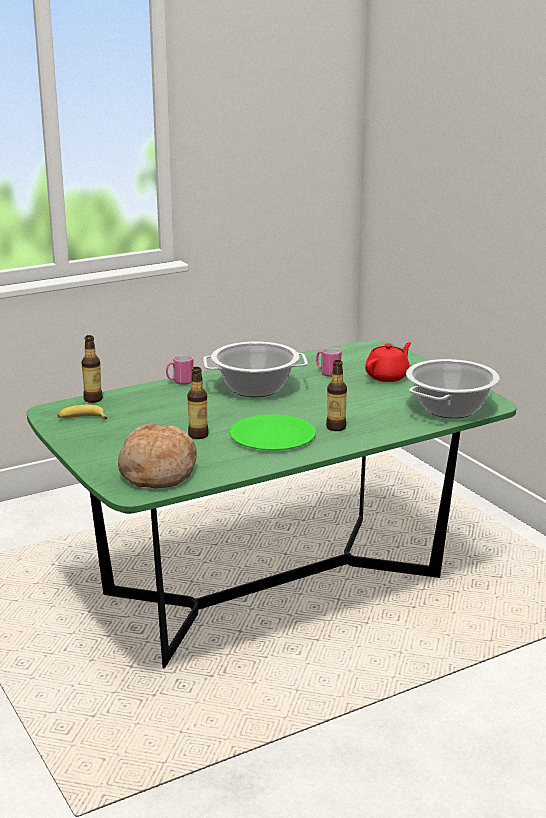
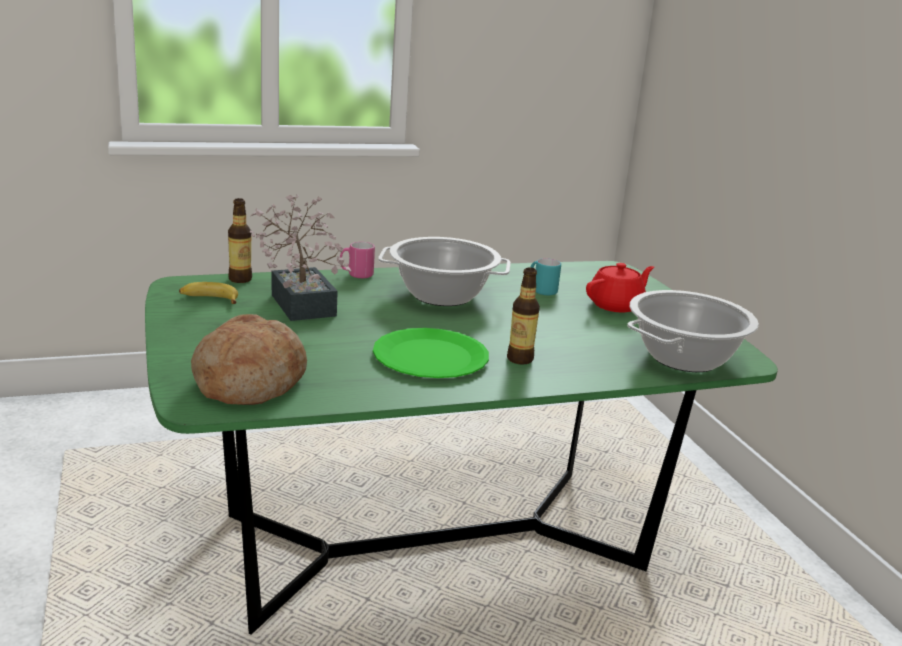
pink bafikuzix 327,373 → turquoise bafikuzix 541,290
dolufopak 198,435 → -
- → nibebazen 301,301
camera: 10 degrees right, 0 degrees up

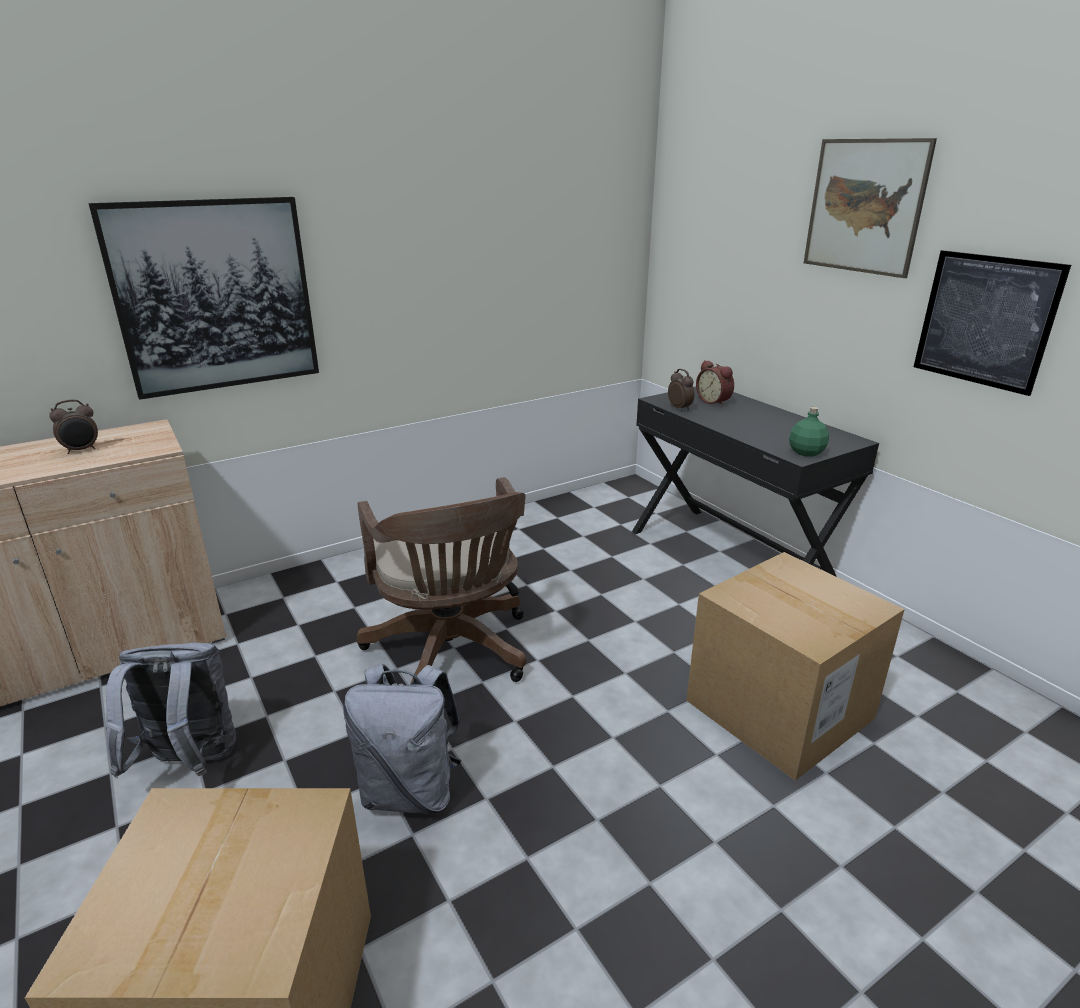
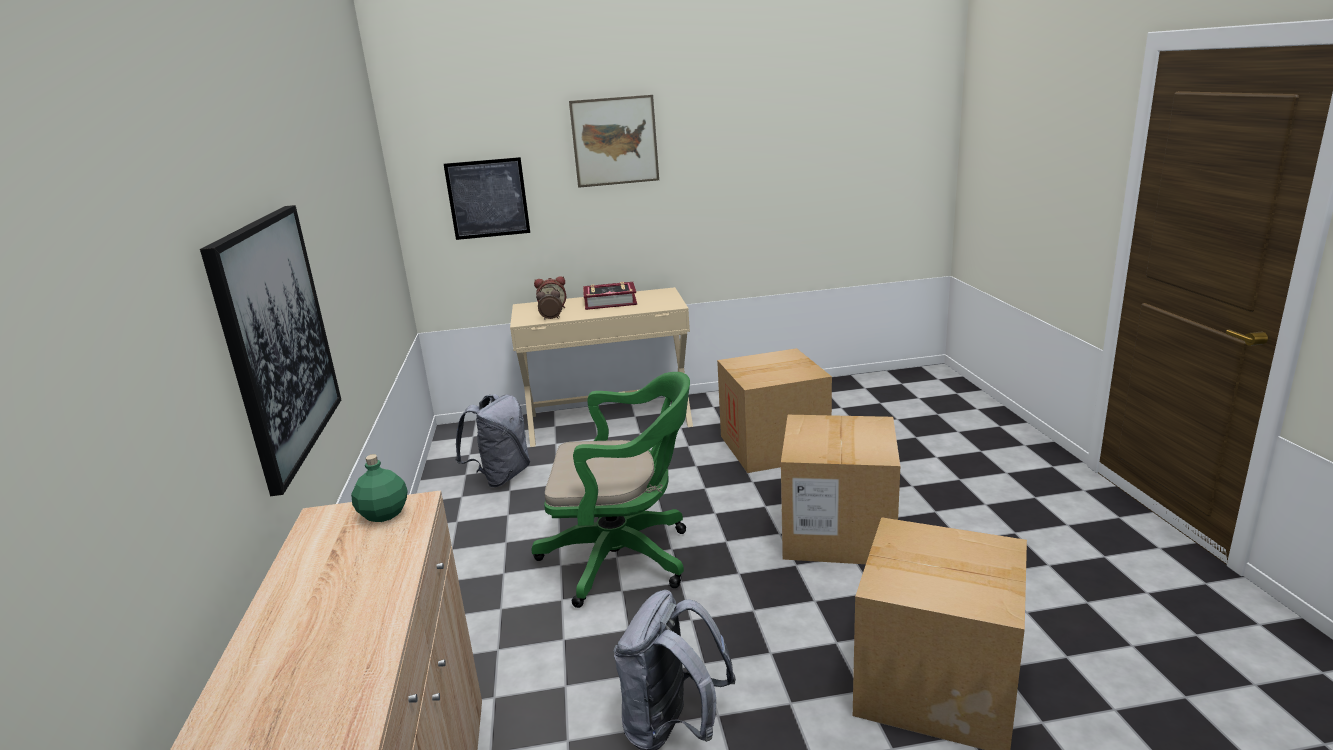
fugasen 985,320 → fugasen 488,198, shifted
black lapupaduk 731,559 → beige lapupaduk 609,420
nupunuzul 82,450 → -
green dolufopak 806,452 → green dolufopak 384,514, shifted
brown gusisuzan 452,654 → green gusisuzan 625,558
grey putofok 410,791 → grey putofok 501,476, shifted
- → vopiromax 610,302
- → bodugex 838,532
camera: 65 degrees left, 5 degrees down

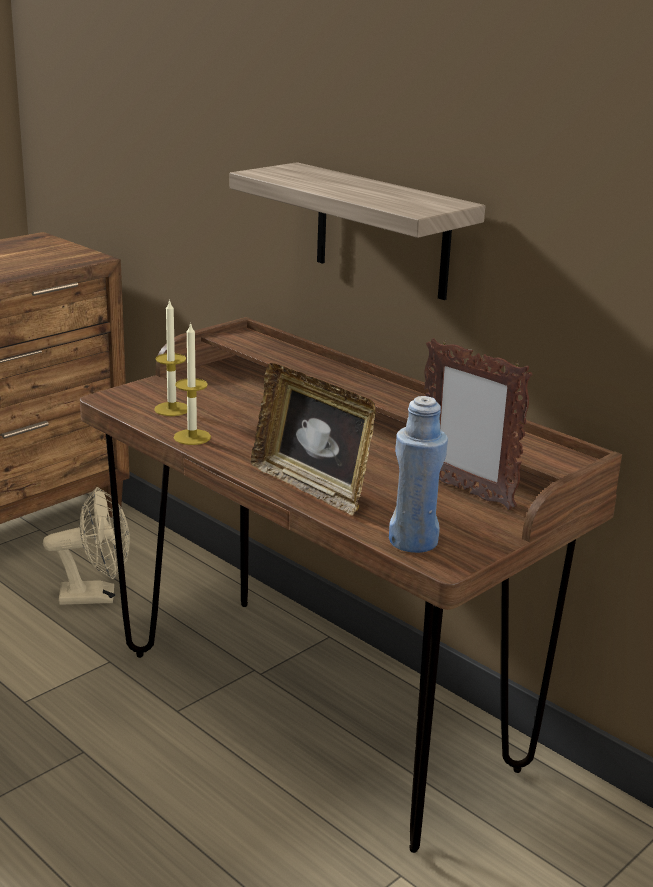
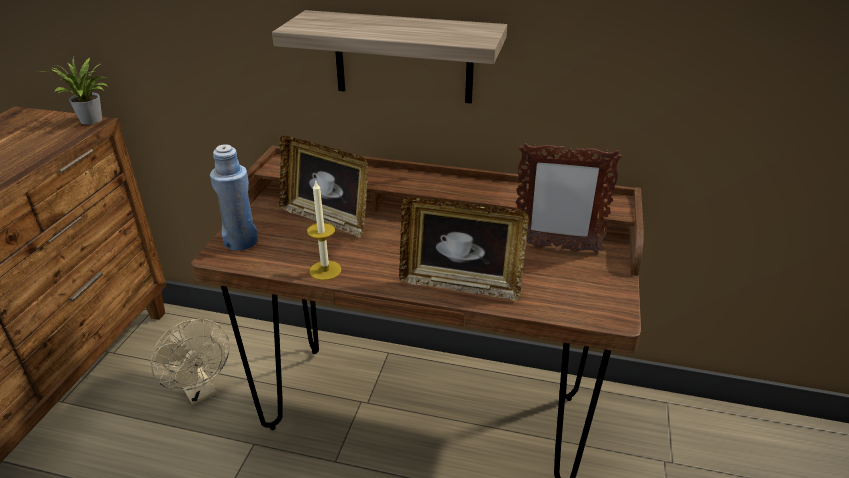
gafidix 172,409 → -
blue dolufopak 413,541 → blue dolufopak 241,241, shifted
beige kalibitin 97,596 → beige kalibitin 200,391, 90 degrees clockwise
- → nibebazen 92,121
- → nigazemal 326,218
camera: 30 degrees left, 10 degrees up

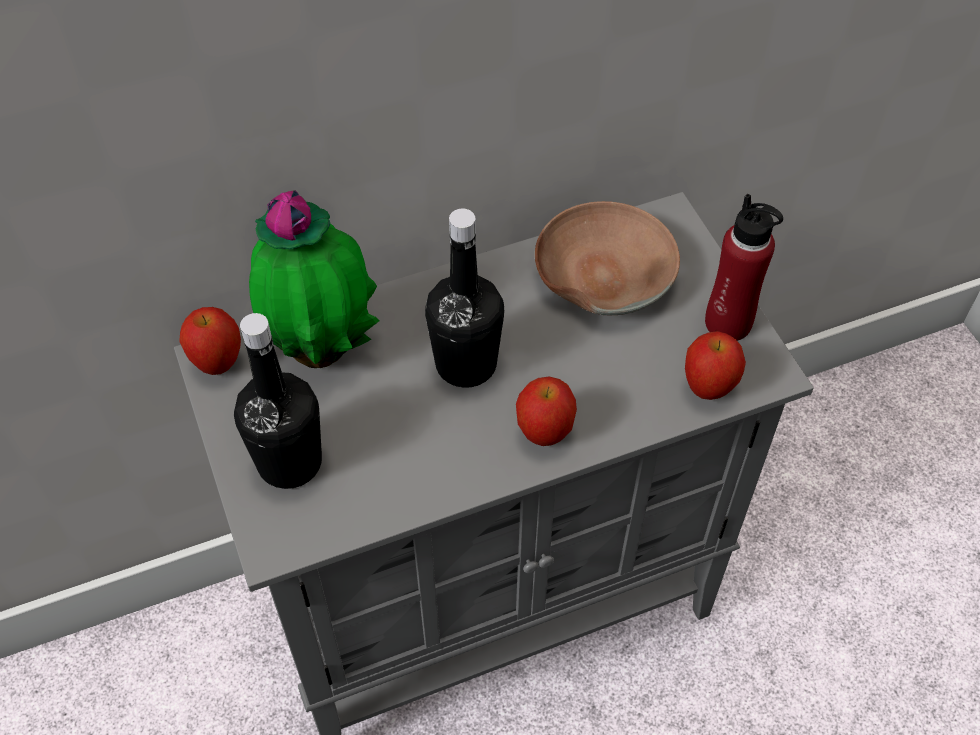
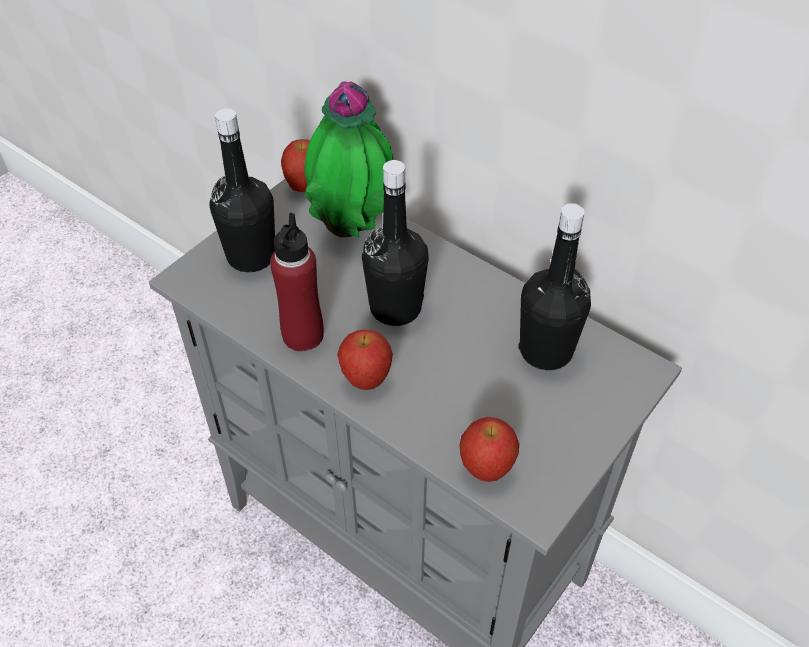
red dolufopak 728,323 → red dolufopak 302,335, shifted
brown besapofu 602,274 → black dolufopak 546,351
camera: 60 degrees right, 5 degrees down

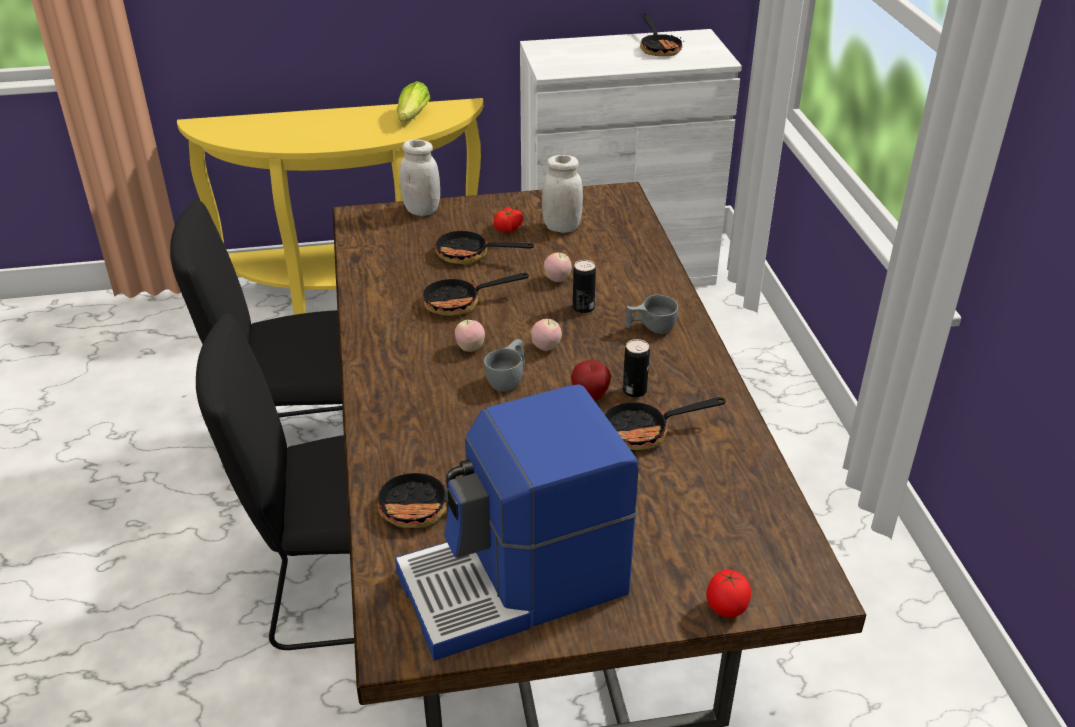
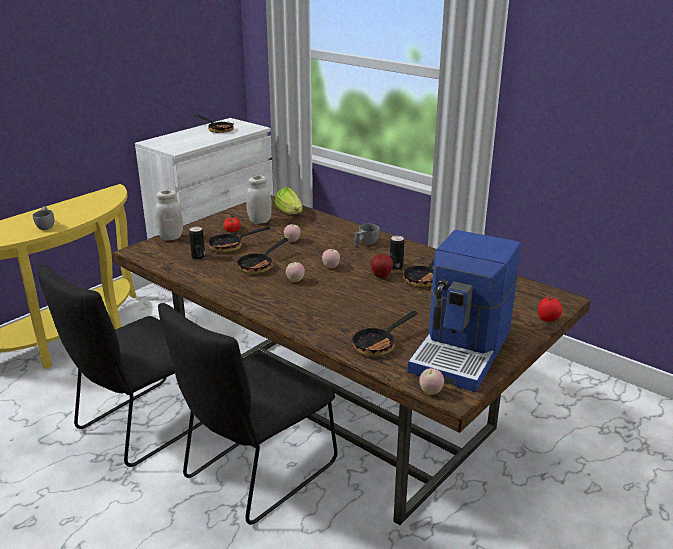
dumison 411,118 → dumison 290,212, shifted
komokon 583,308 → komokon 198,257, shifted
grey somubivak 509,379 → grey somubivak 46,226, shifted
- → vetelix 430,392
camera: 40 degrees left, 10 degrees down

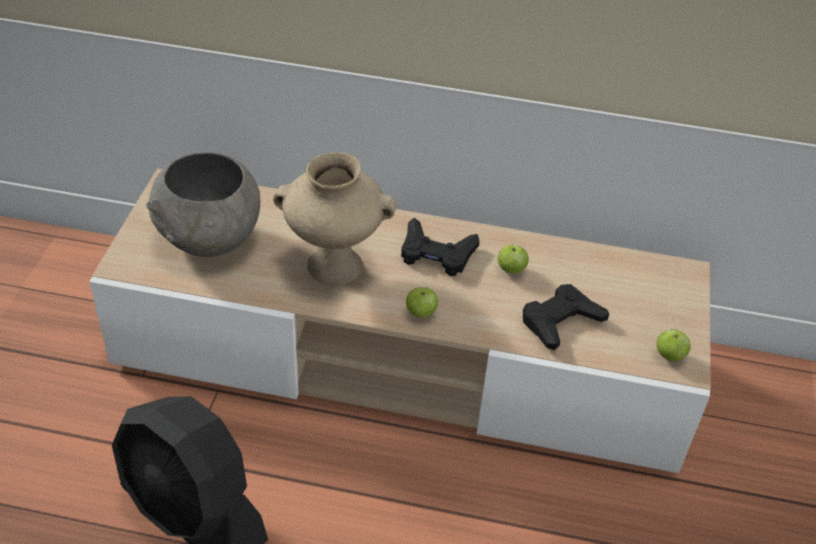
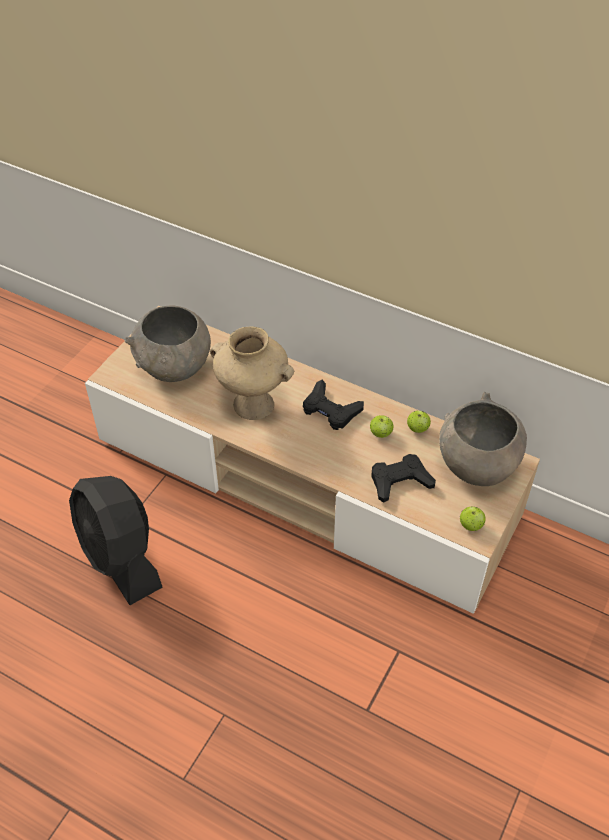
vetelix 421,313 → vetelix 417,429, shifted
- → grey besapofu 476,466
camera: 20 degrees right, 5 degrees up

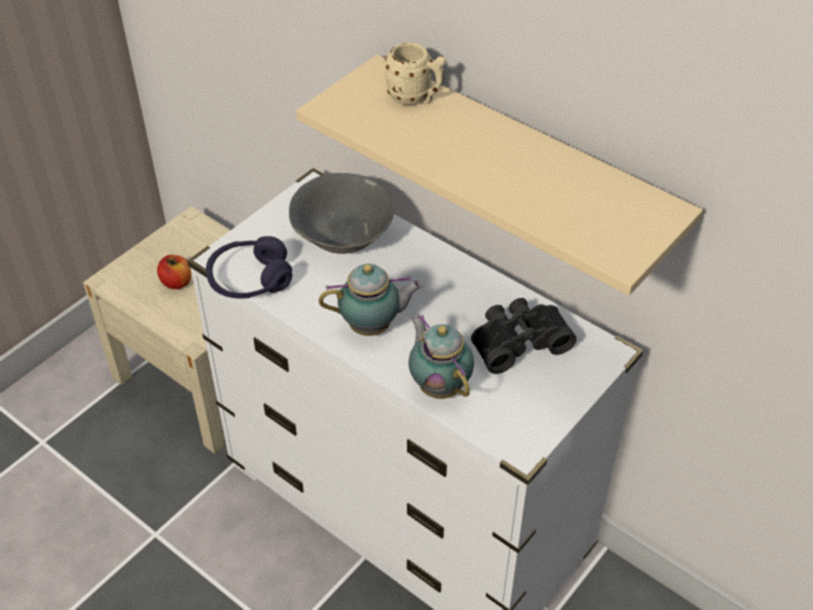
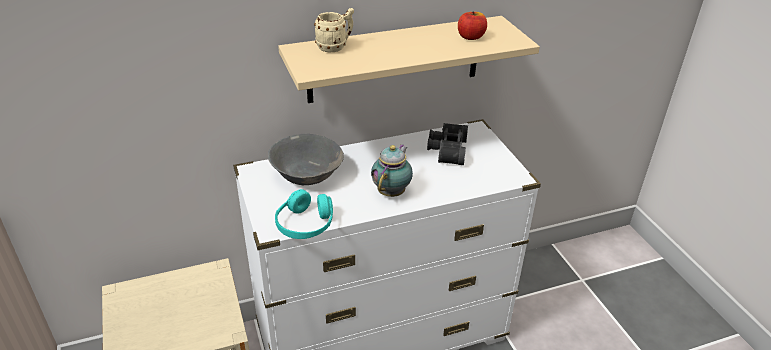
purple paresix 250,280 → turquoise paresix 305,224
vetelix 177,282 → vetelix 470,37, shifted
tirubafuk 439,385 → -
camera: 60 degrees left, 10 degrees down

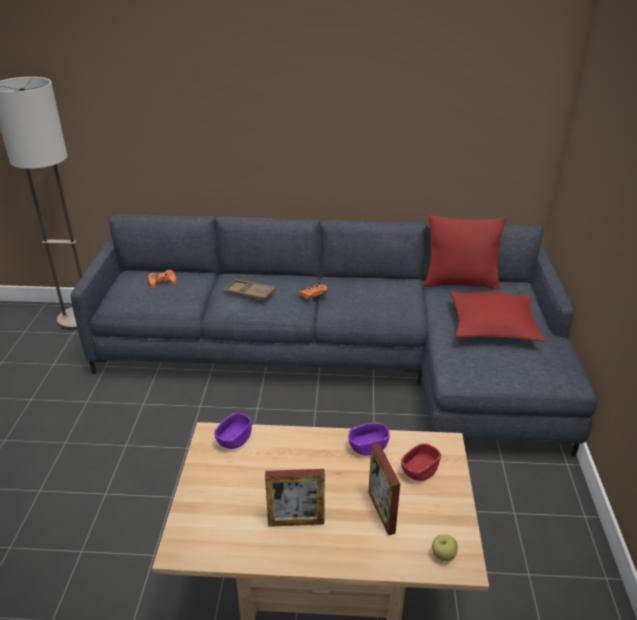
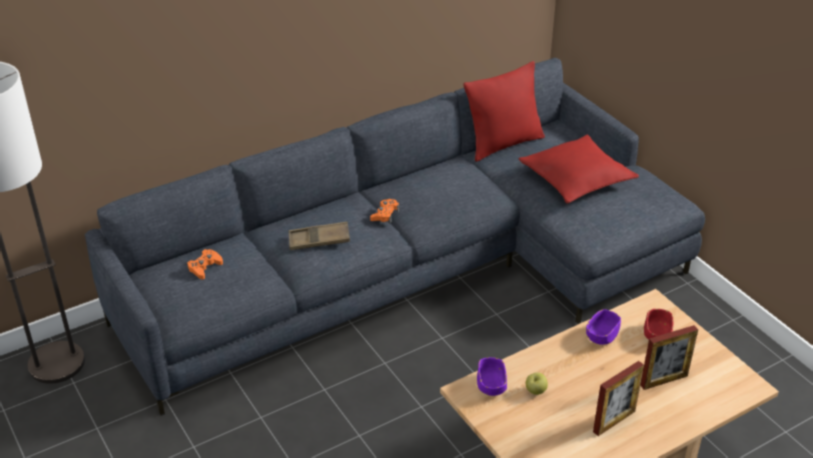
nigazemal 381,512 → nigazemal 664,380, 60 degrees counterclockwise
vetelix 443,555 → vetelix 535,391, shifted
camera: 35 degrees left, 5 degrees up

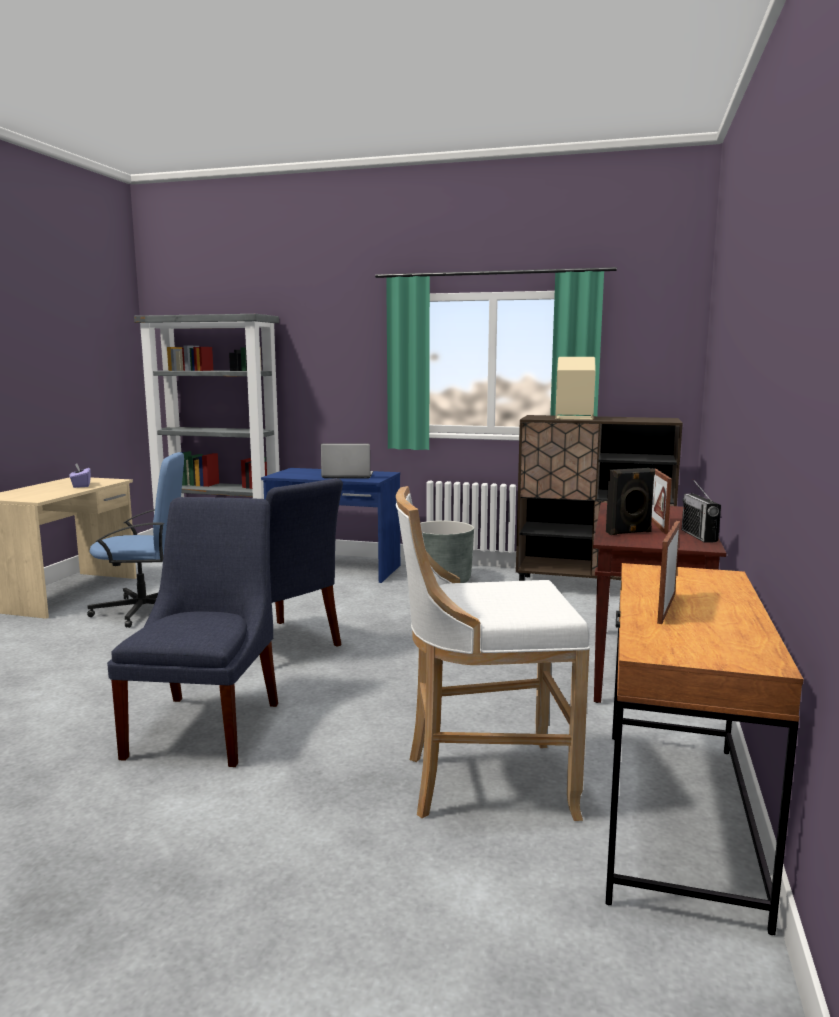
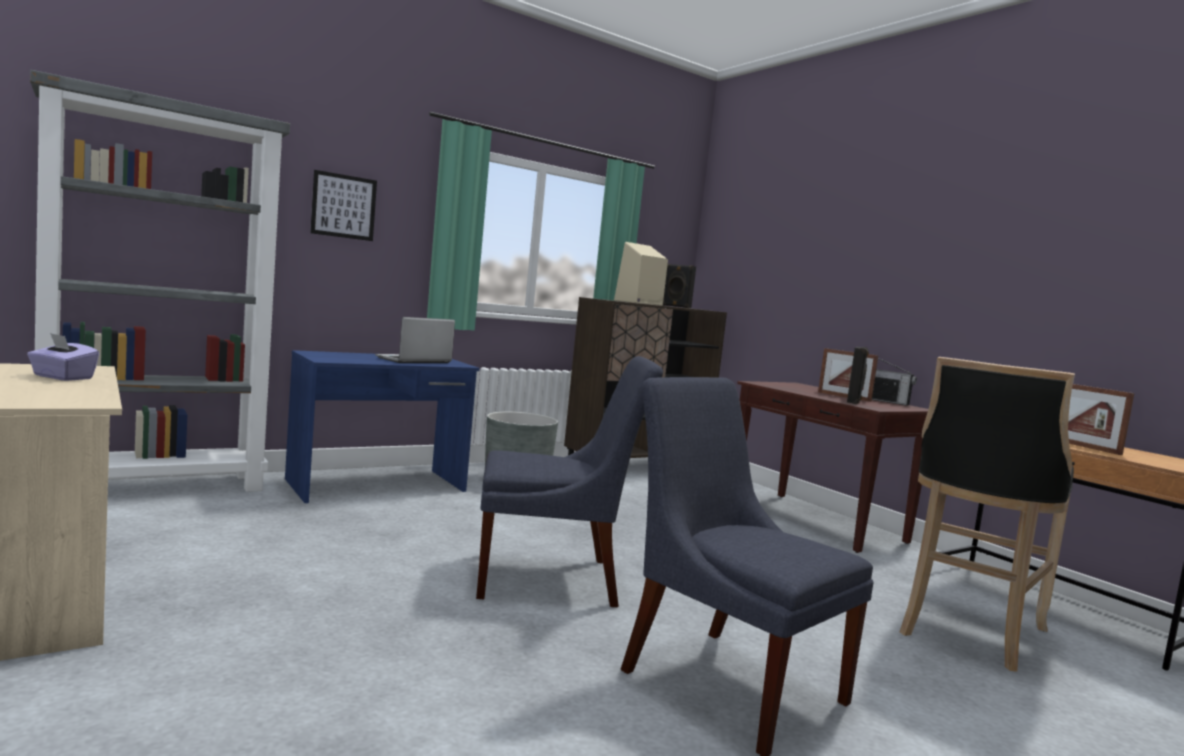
blue gusisuzan 144,610 → -
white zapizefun 482,783 → black zapizefun 966,631
- → fugasen 343,206
- → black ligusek 676,306
camera: 50 degrees left, 5 degrees down

